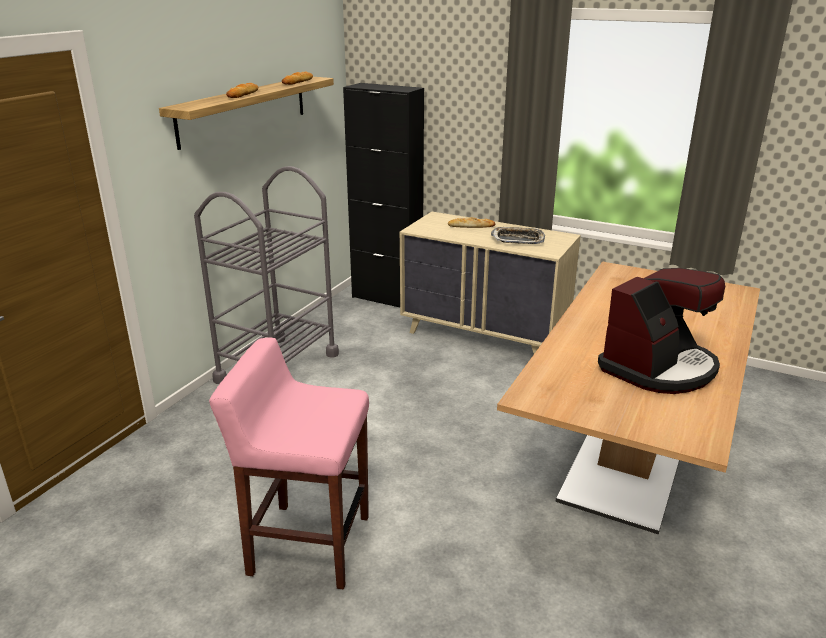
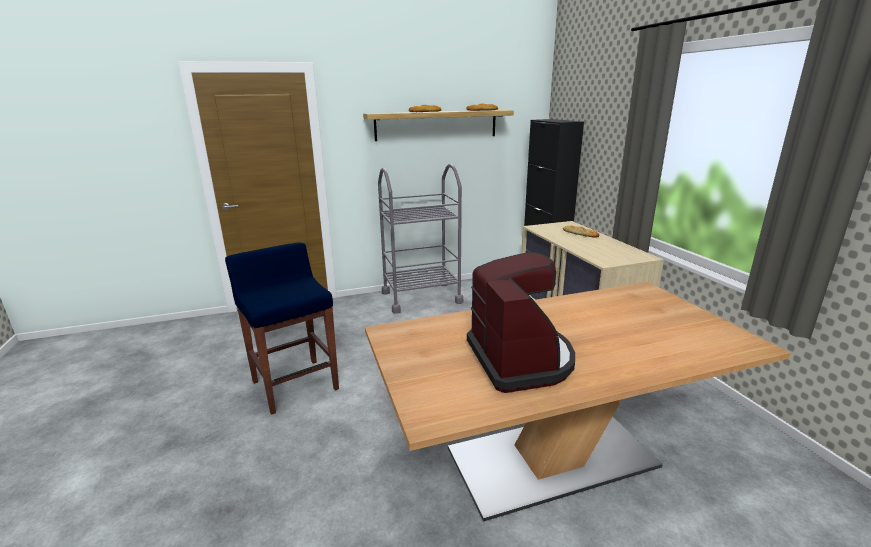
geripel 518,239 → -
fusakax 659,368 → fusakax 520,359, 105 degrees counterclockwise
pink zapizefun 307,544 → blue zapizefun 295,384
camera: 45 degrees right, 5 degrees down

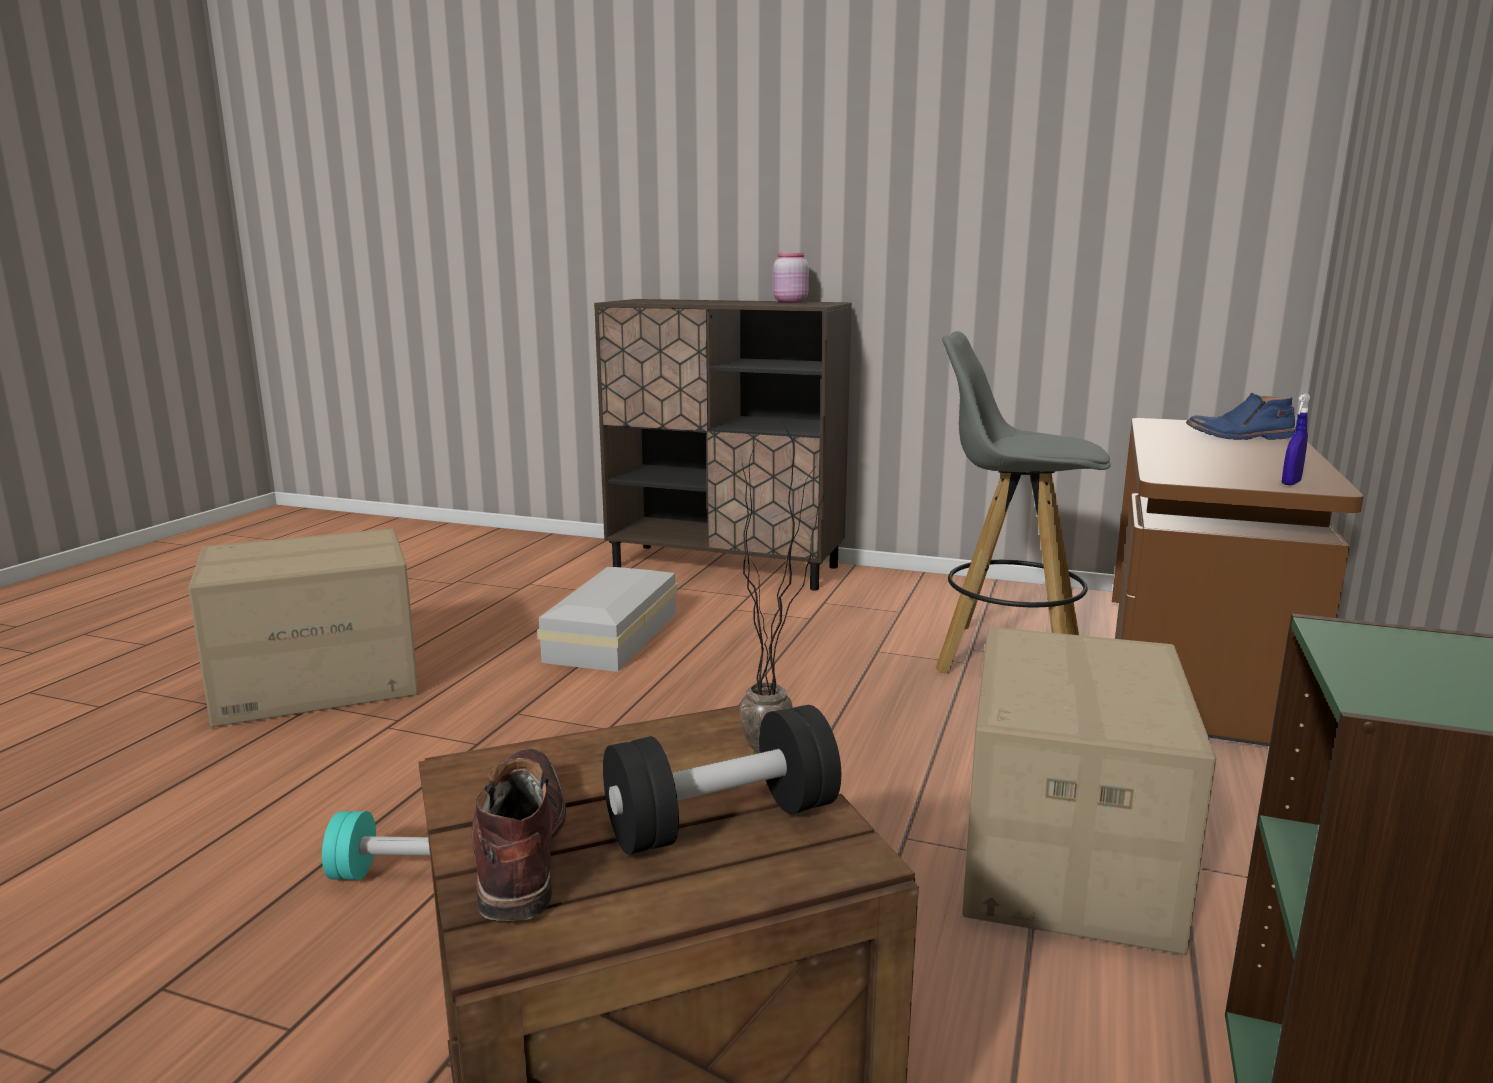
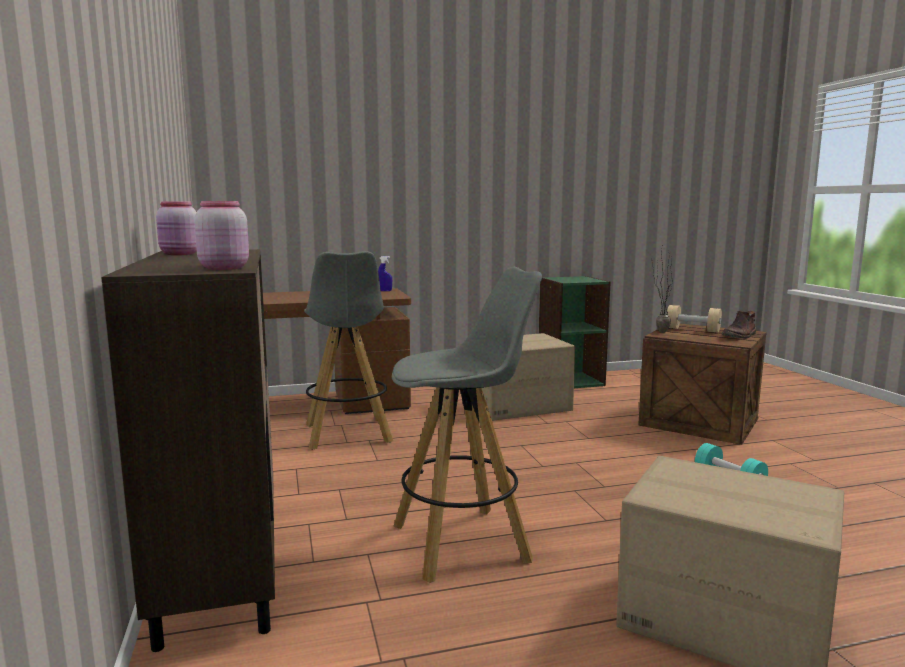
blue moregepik 1239,437 → -
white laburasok 610,637 → grey zapizefun 463,542
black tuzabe 722,821 → beige tuzabe 692,330
- → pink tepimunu 223,268
camera: 125 degrees left, 5 degrees down

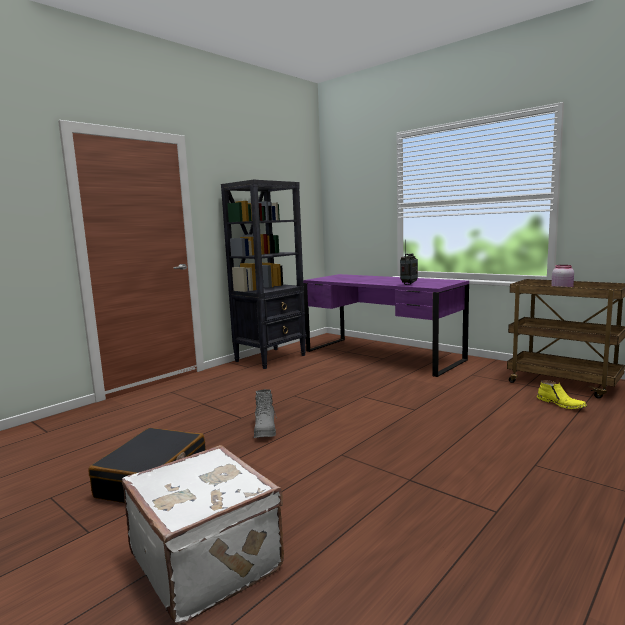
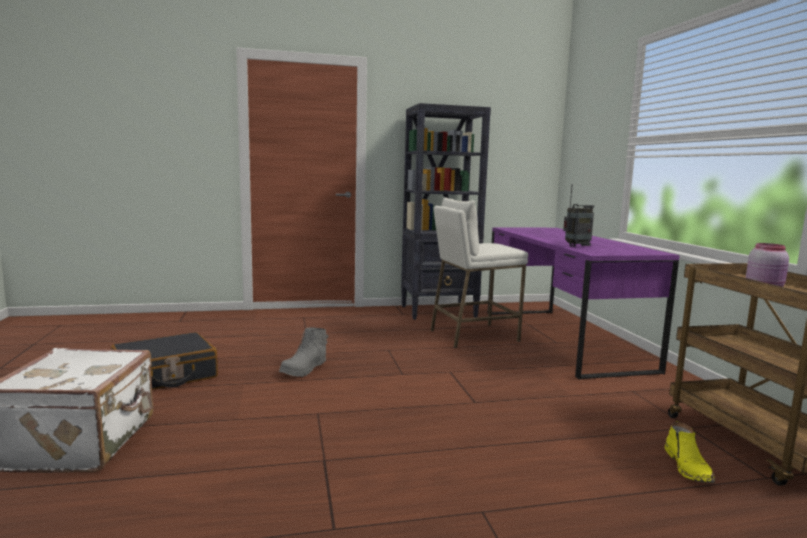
- → white zapizefun 473,336
camera: 35 degrees right, 0 degrees up

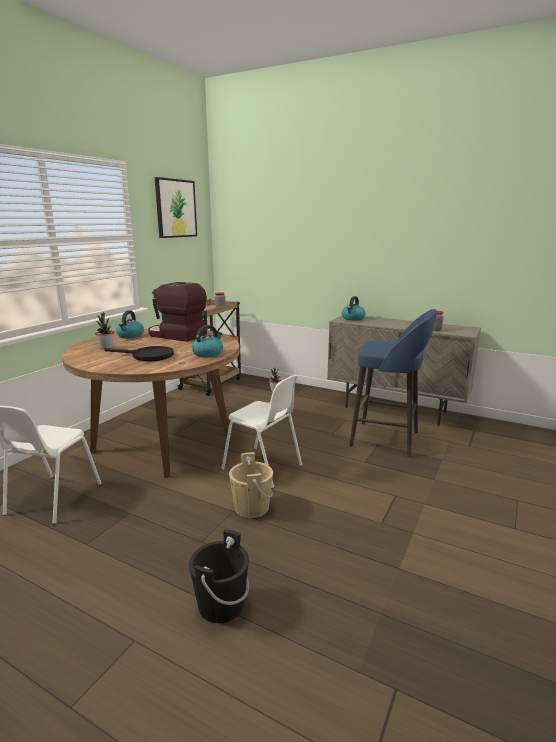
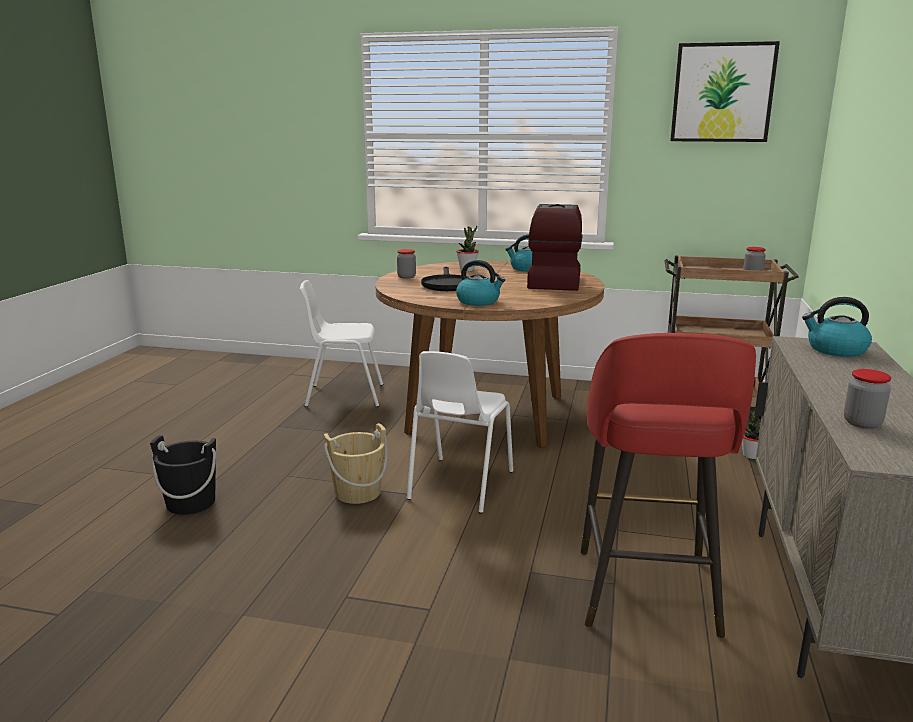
blue zapizefun 387,439 → red zapizefun 646,595
- → tepimunu 406,277
camera: 75 degrees right, 0 degrees up

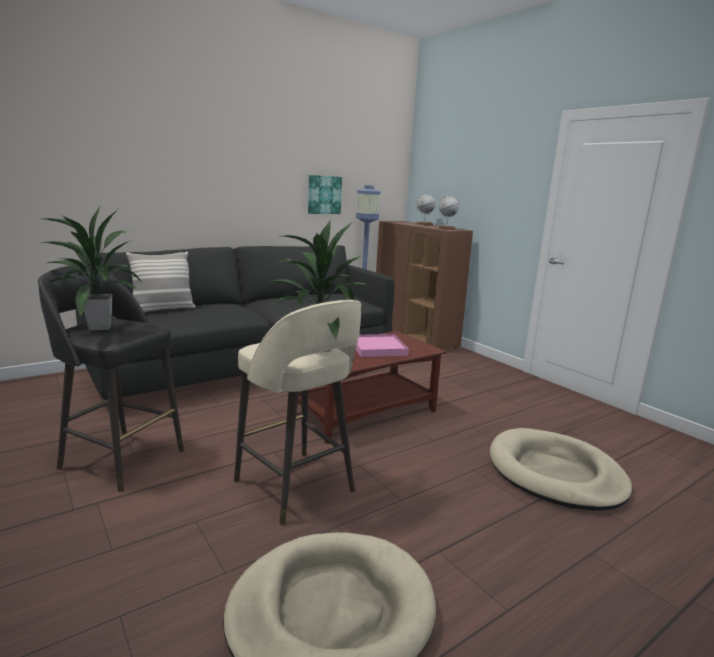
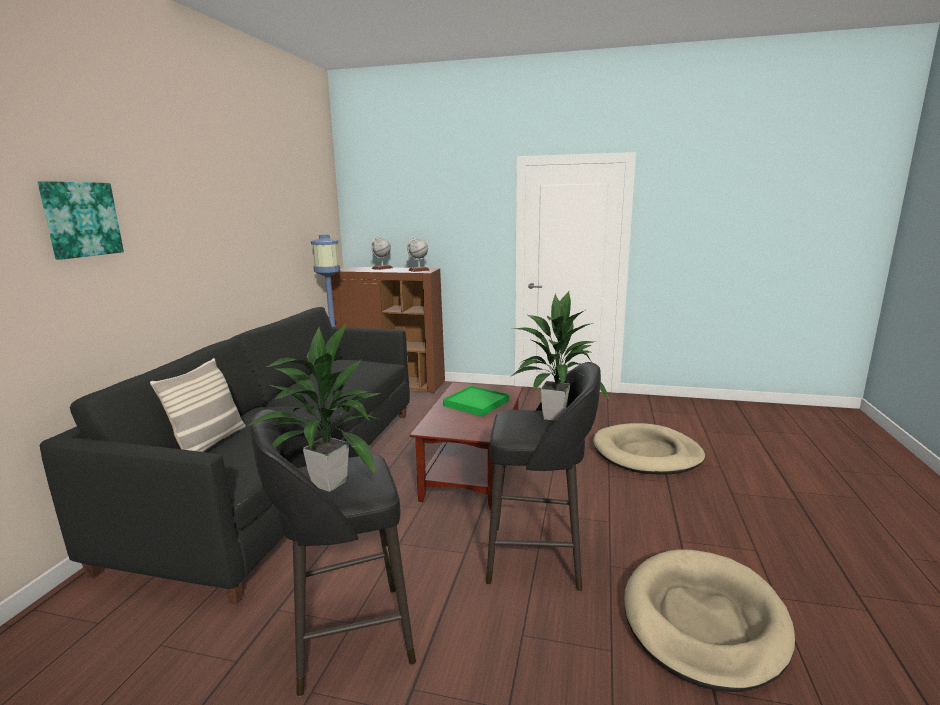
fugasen 324,195 → fugasen 80,219, shifted
beige zapizefun 296,488 → black zapizefun 538,558
pink geripel 378,348 → green geripel 476,403
camera: 40 degrees left, 0 degrees up

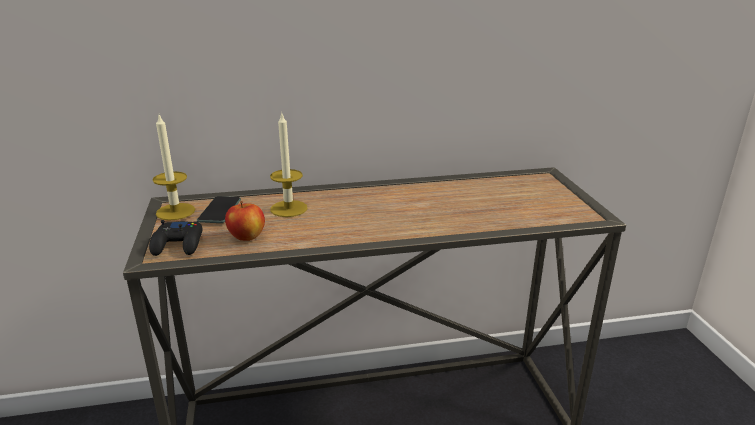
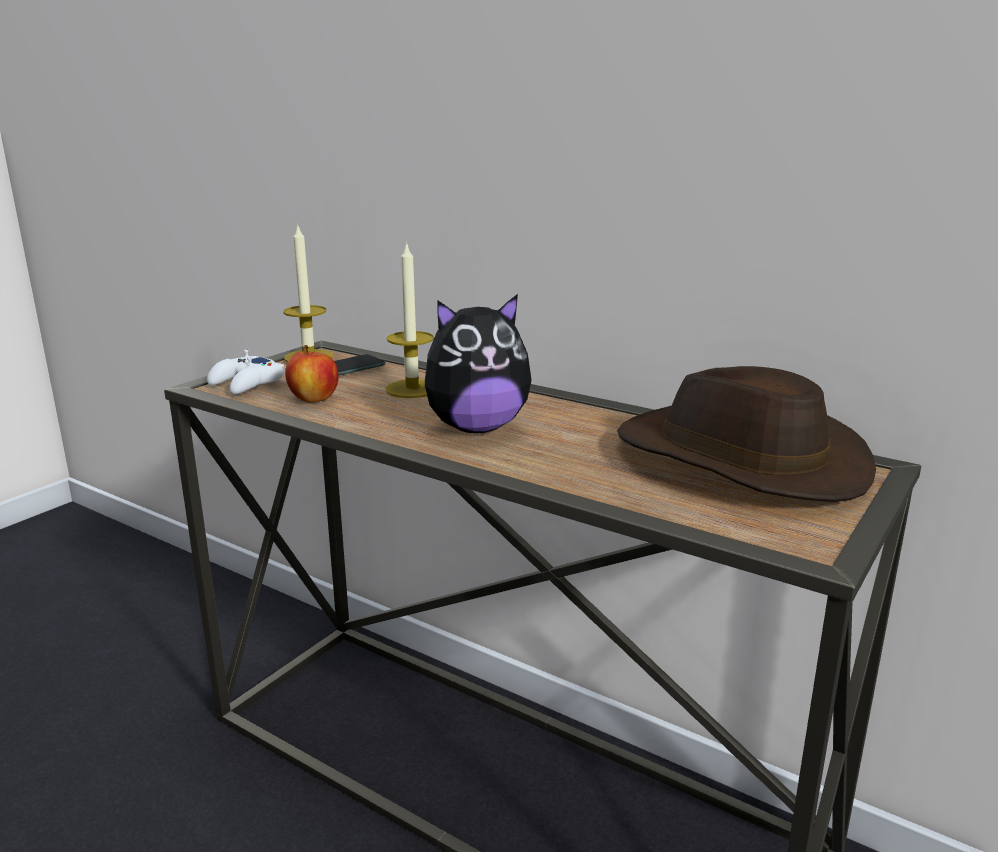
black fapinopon 178,244 → white fapinopon 246,383
- → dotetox 476,427
- → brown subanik 738,460
camera: 45 degrees right, 5 degrees down

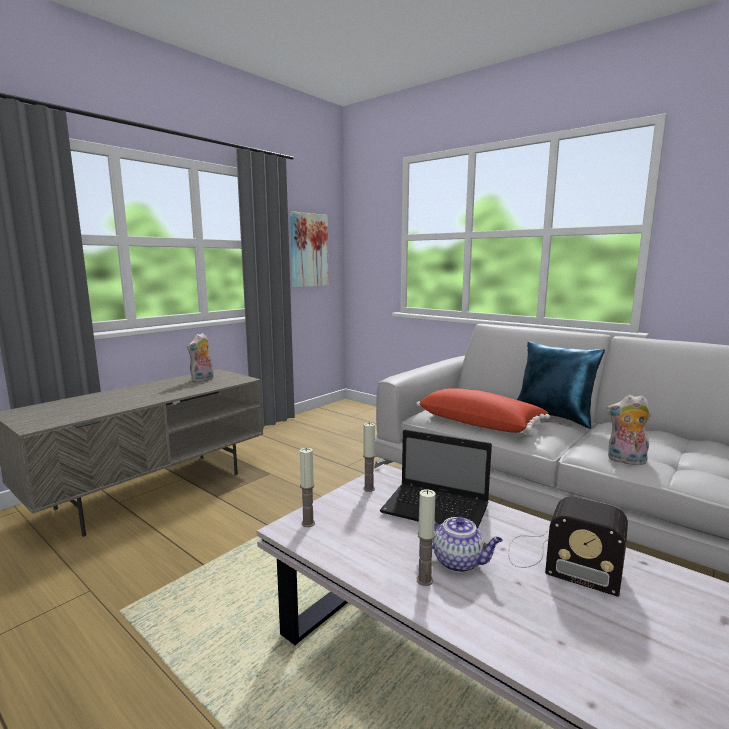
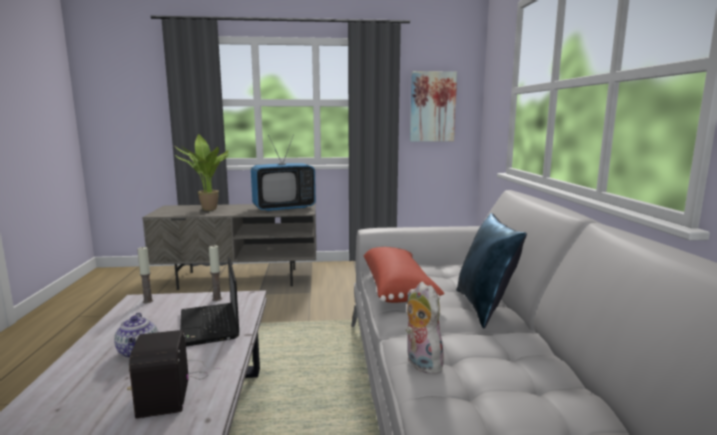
dotetox 203,380 → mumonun 284,208
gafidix 424,580 → -
- → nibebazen 206,209
camera: 45 degrees right, 0 degrees up

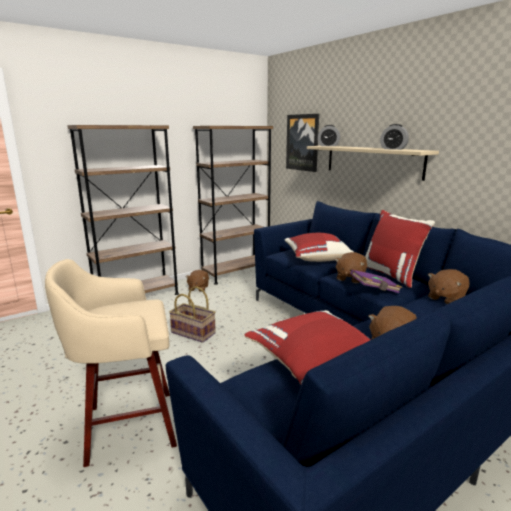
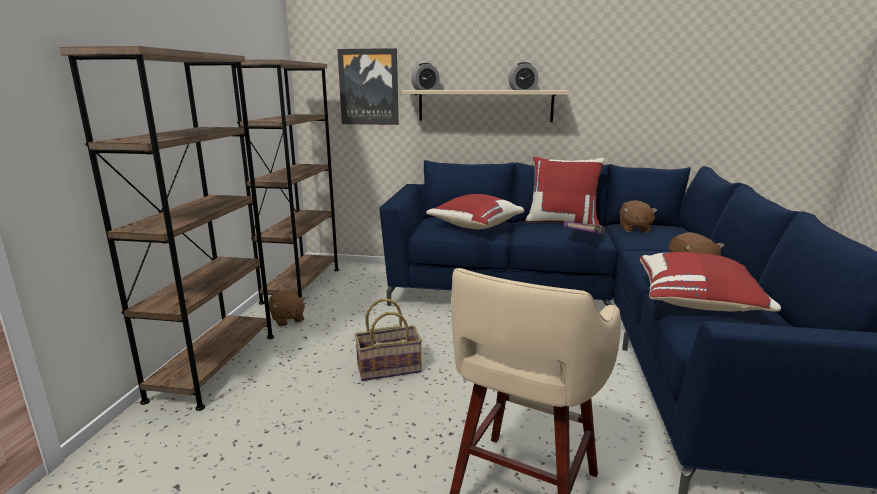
brown dotetox 350,278 → -
camera: 45 degrees left, 0 degrees up

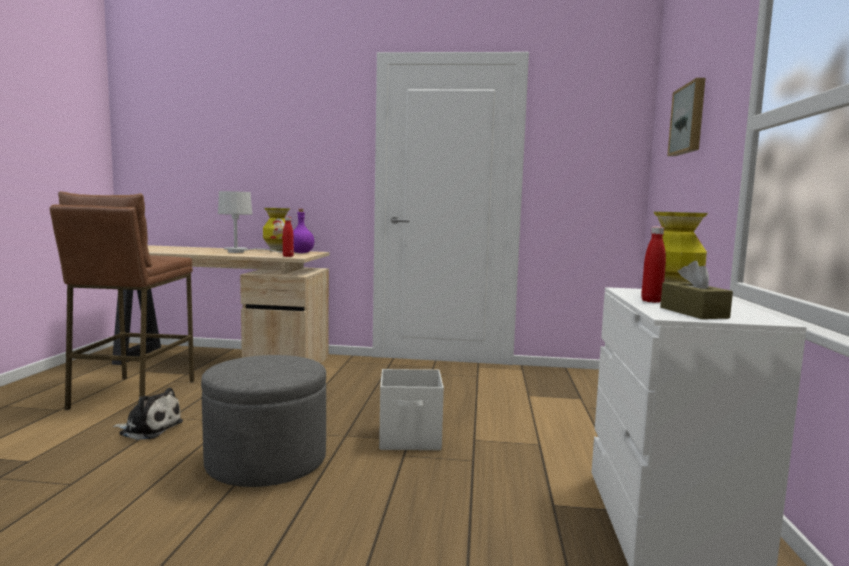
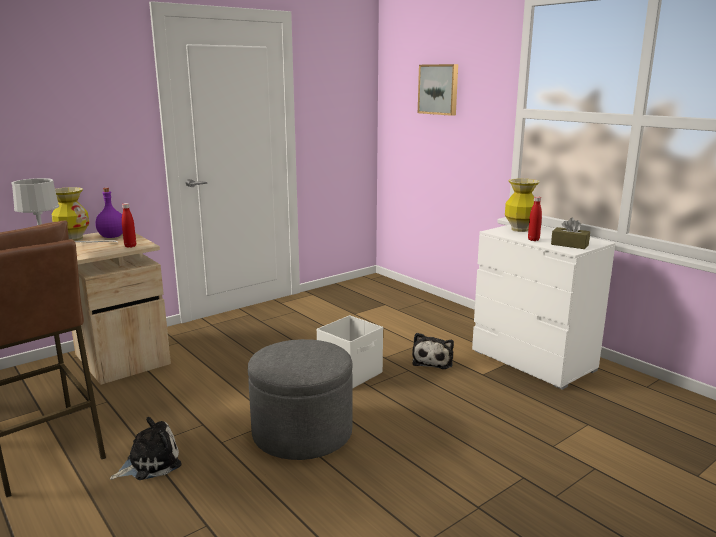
- → dotetox 433,361
camera: 45 degrees left, 10 degrees up

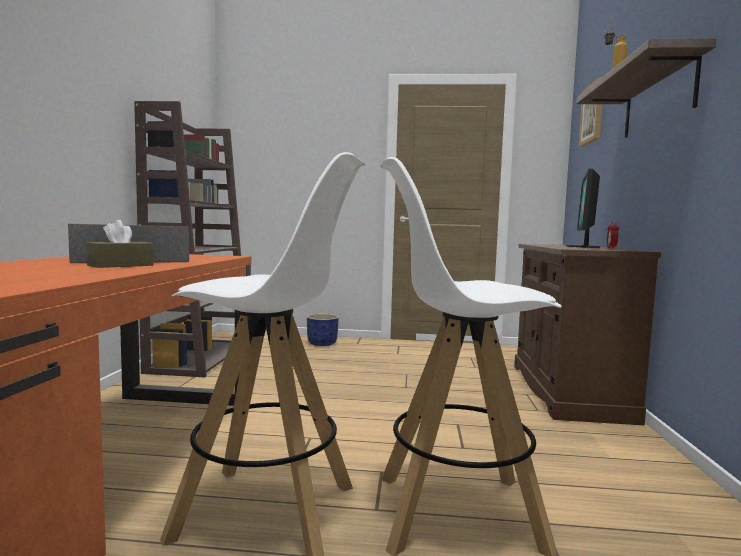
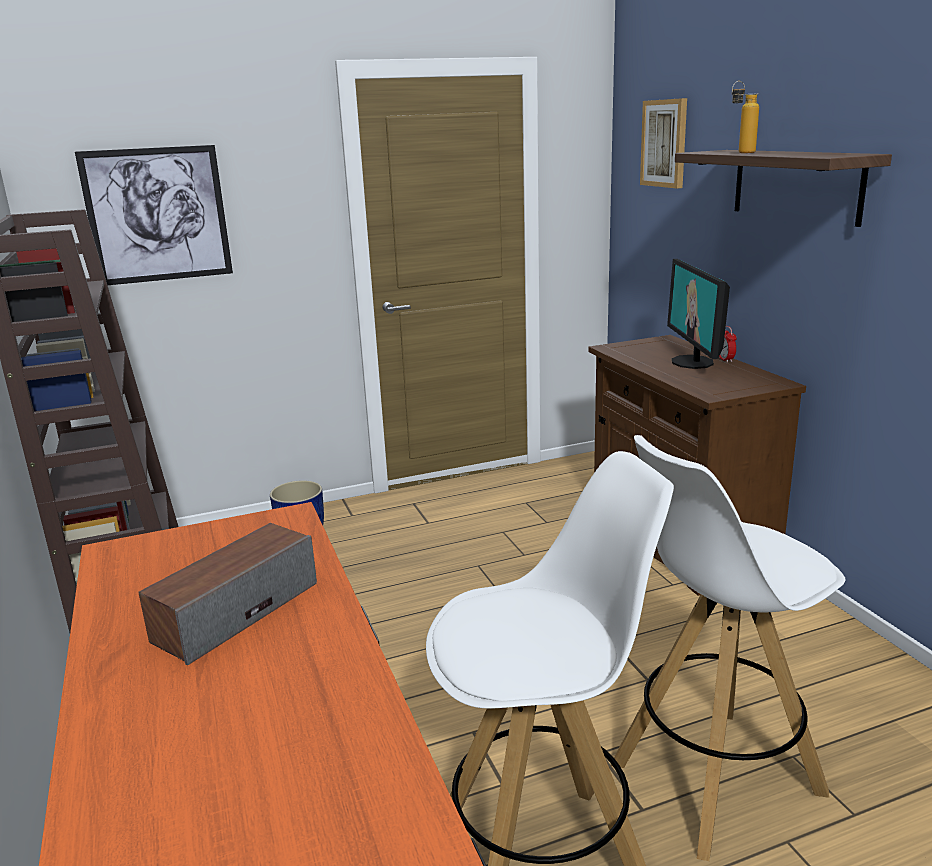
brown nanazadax 120,265 → -
- → fugasen 157,215
camera: 25 degrees left, 15 degrees up

